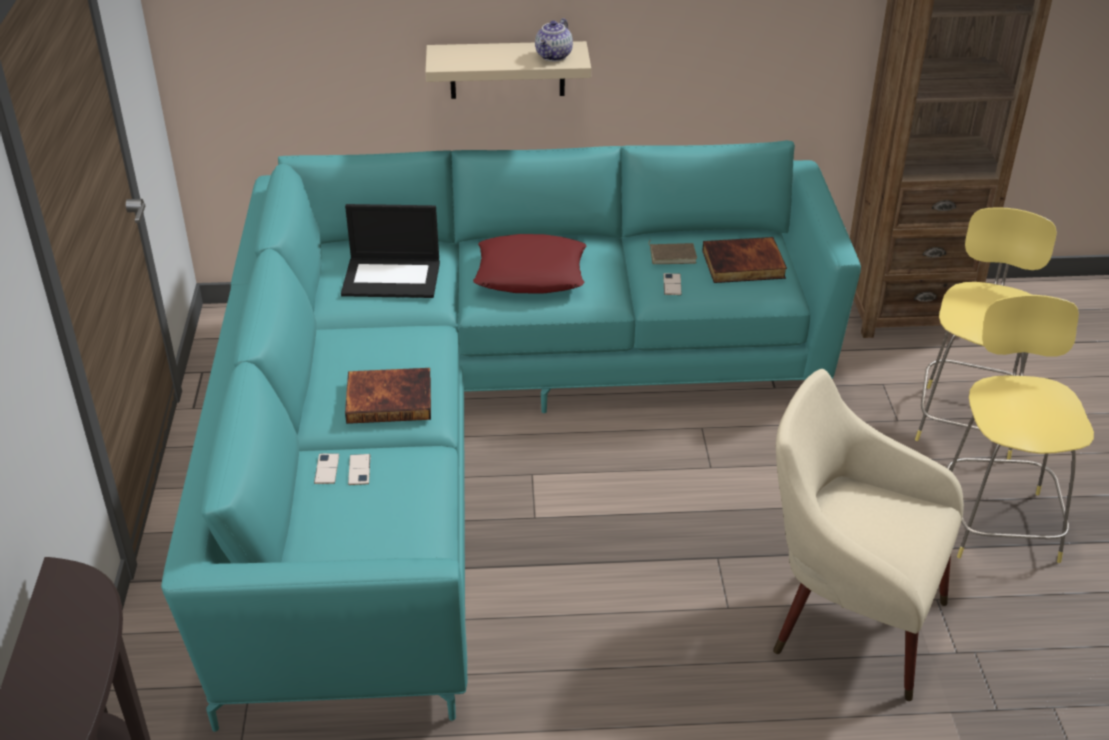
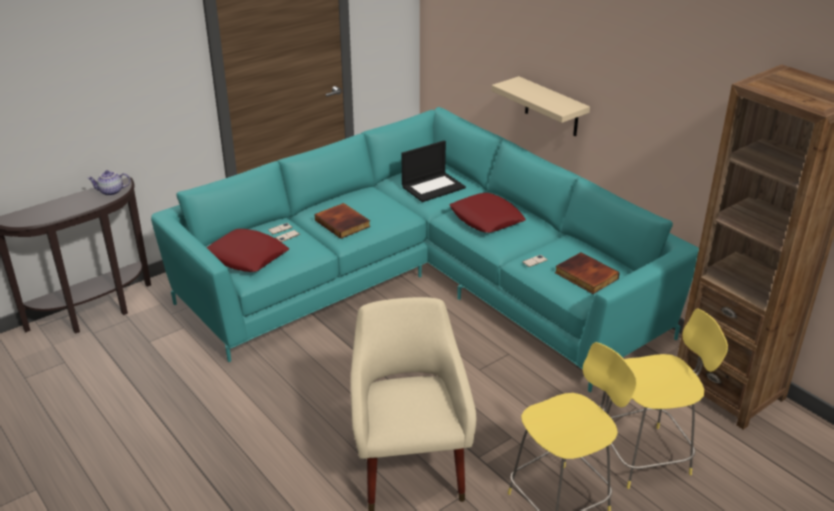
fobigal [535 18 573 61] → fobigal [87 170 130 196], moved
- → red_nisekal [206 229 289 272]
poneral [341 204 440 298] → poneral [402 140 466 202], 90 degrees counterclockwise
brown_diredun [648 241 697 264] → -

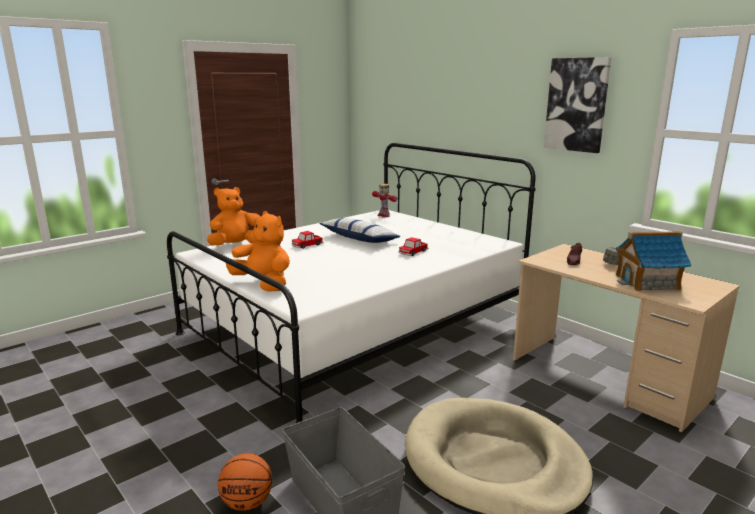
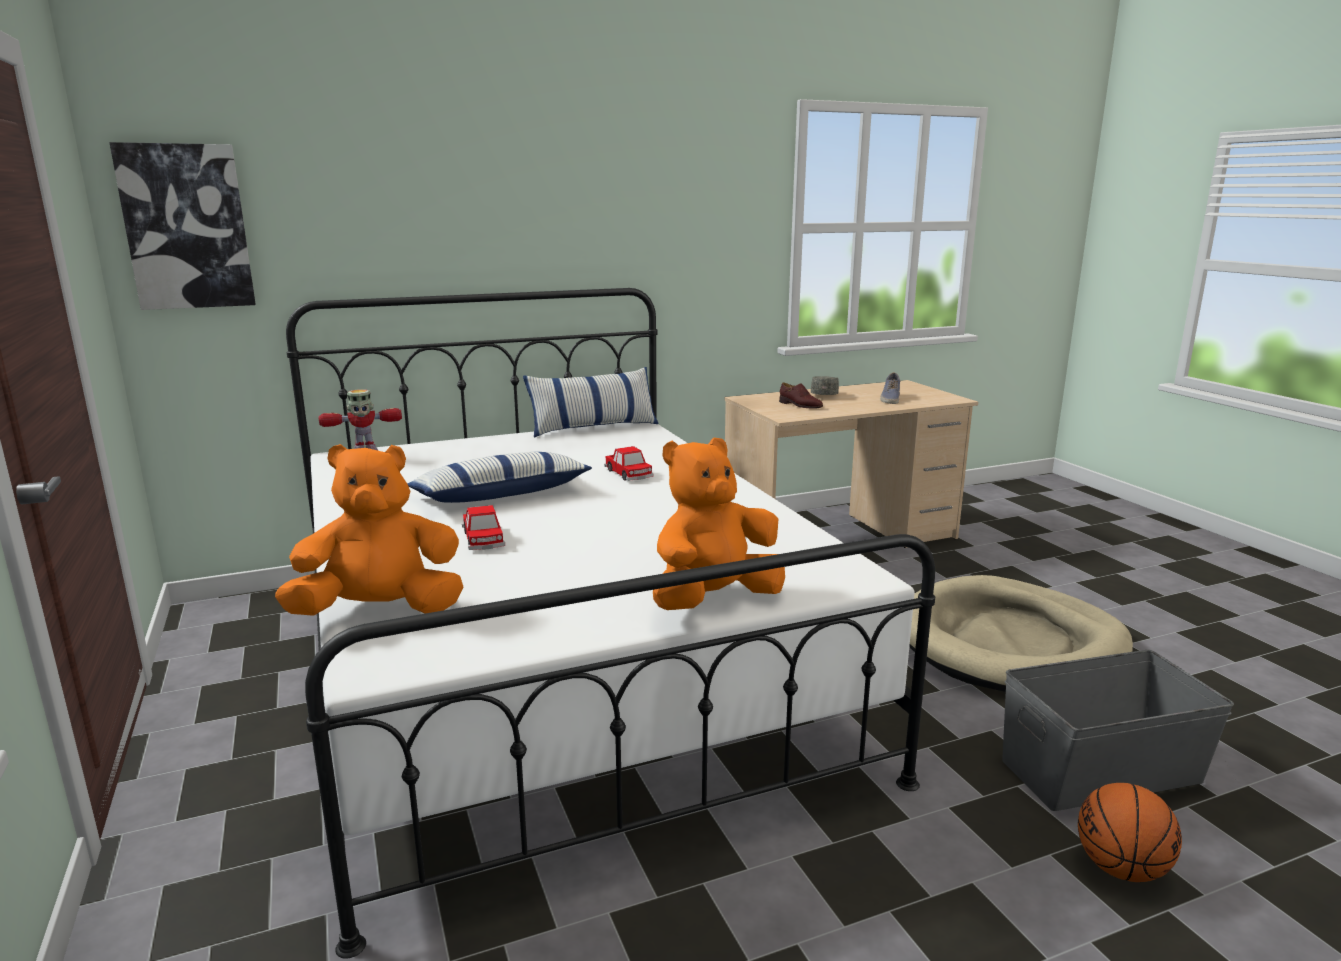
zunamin [544 57 611 153] → zunamin [109 142 256 310], moved
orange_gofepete [207 187 260 246] → orange_gofepete [275 444 463 616], 90 degrees clockwise
- → nisekal [523 367 658 437]
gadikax [616 231 692 291] → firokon [880 373 900 404]

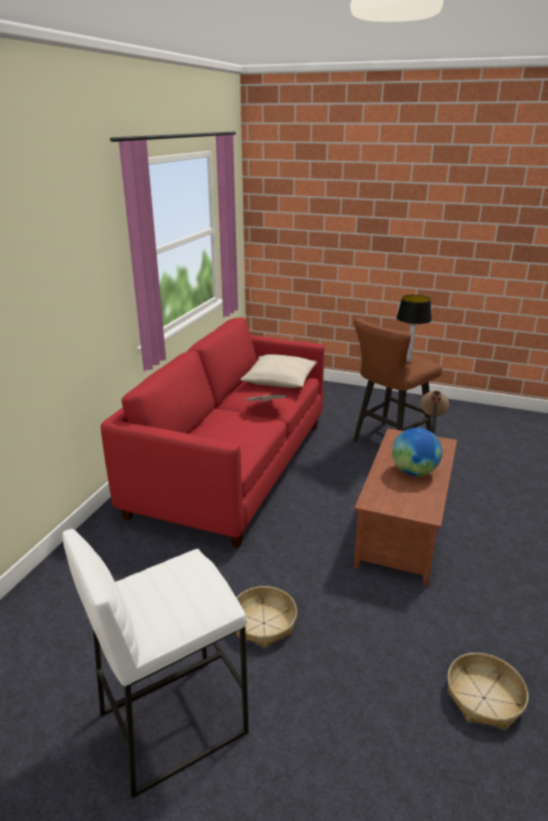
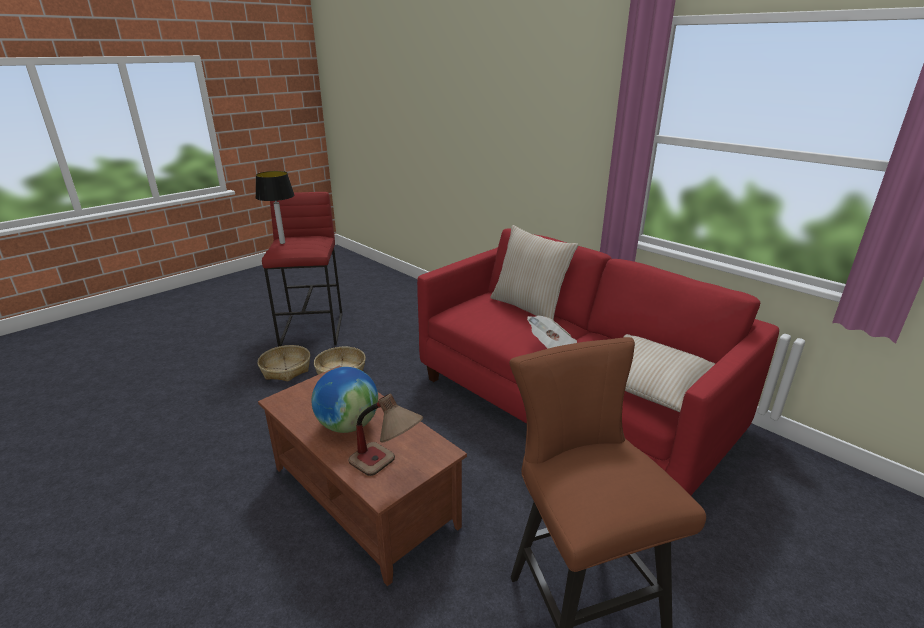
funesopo [396 295 432 362] → funesopo [256 171 294 244], moved
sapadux [448 653 529 729] → sapadux [258 345 310 381], moved
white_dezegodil [62 529 249 798] → red_dezegodil [262 192 342 347]
- → beige_nisekal [490 225 578 320]

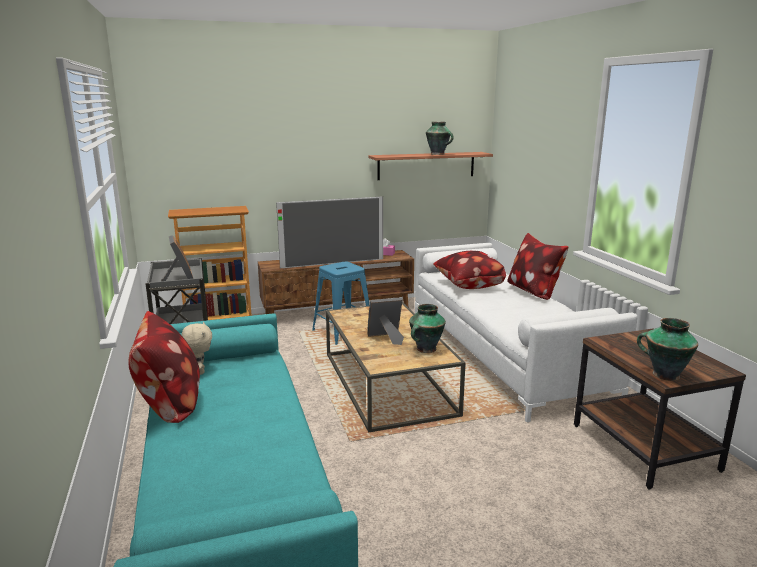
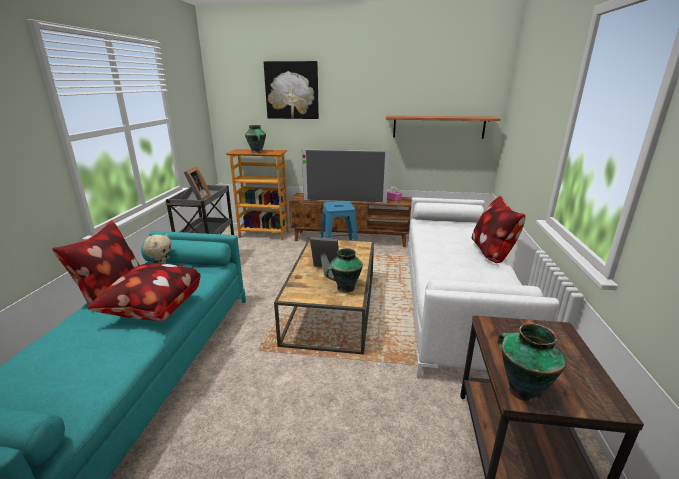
nisekal [433 251 506 289] → nisekal [87 263 201 321], moved
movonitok [426 122 454 155] → movonitok [245 125 266 153], moved
- → zunamin [264 61 319 119]

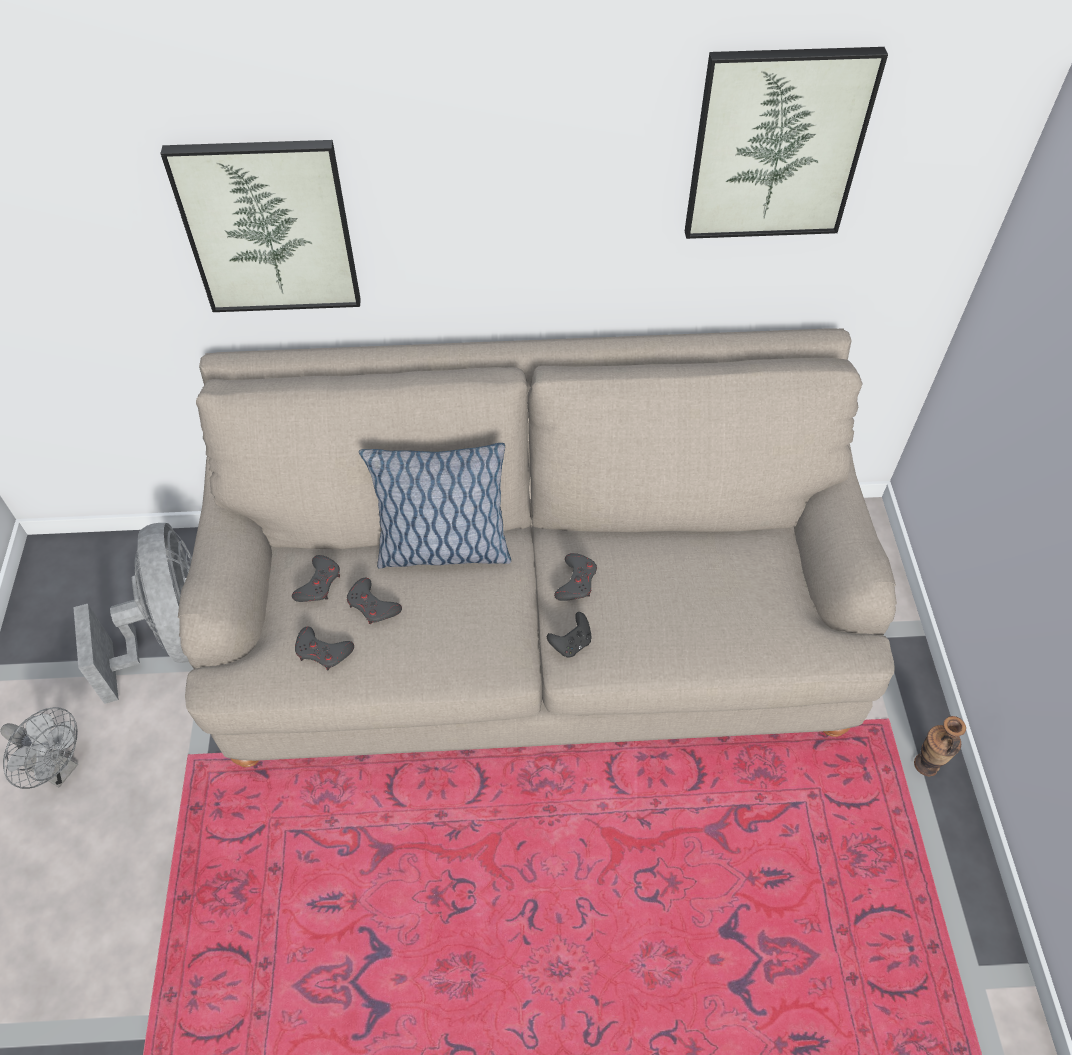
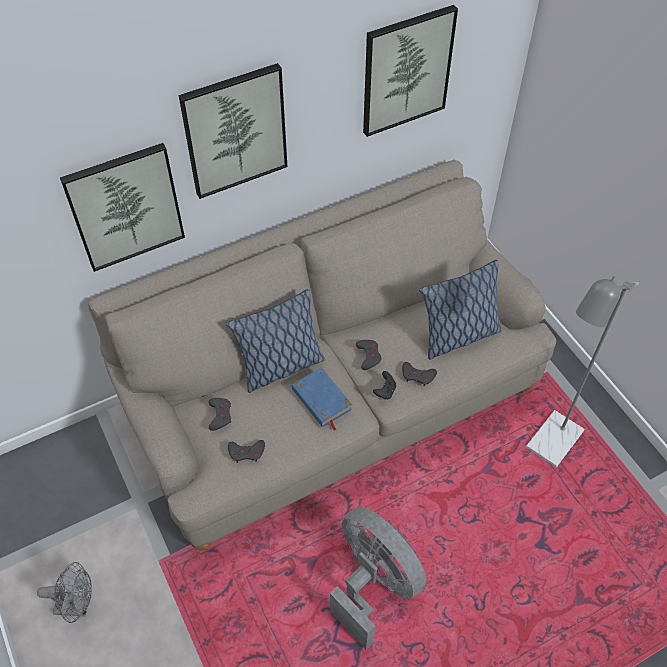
- → zunamin [179 63 287 199]
- → blue_diredun [292 368 352 430]
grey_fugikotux [73 523 192 704] → grey_fugikotux [330 507 426 649], moved
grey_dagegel [347 577 402 625] → grey_dagegel [402 362 437 386], moved
- → nisekal [419 260 502 360]
- → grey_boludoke [526 276 639 467]
movonitok [914 716 966 776] → -

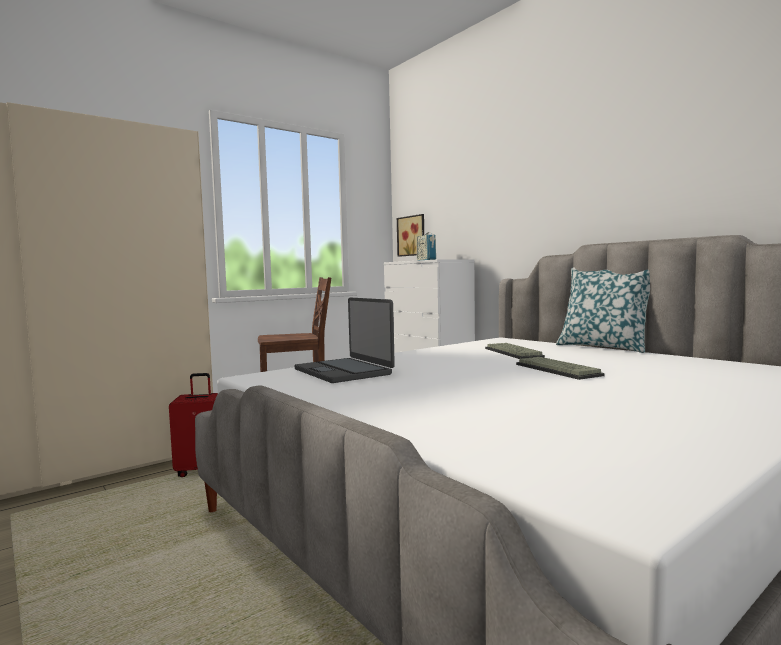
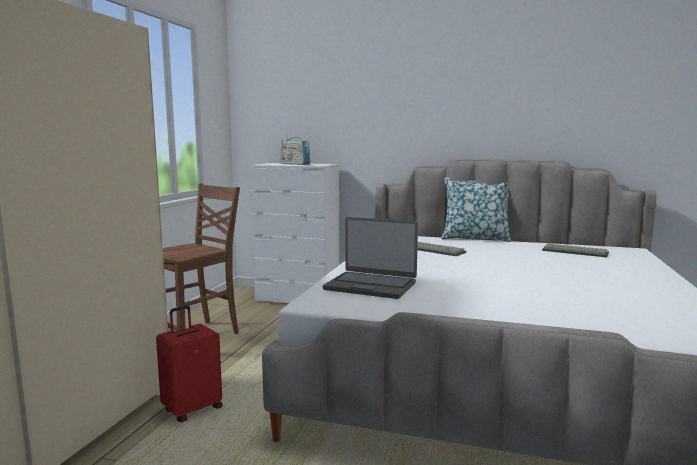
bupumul [516 357 605 380] → bupumul [542 243 609 257], moved
zunamin [397 214 424 257] → -

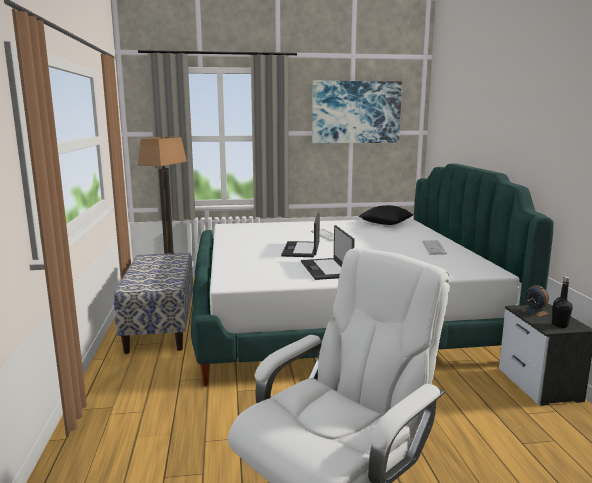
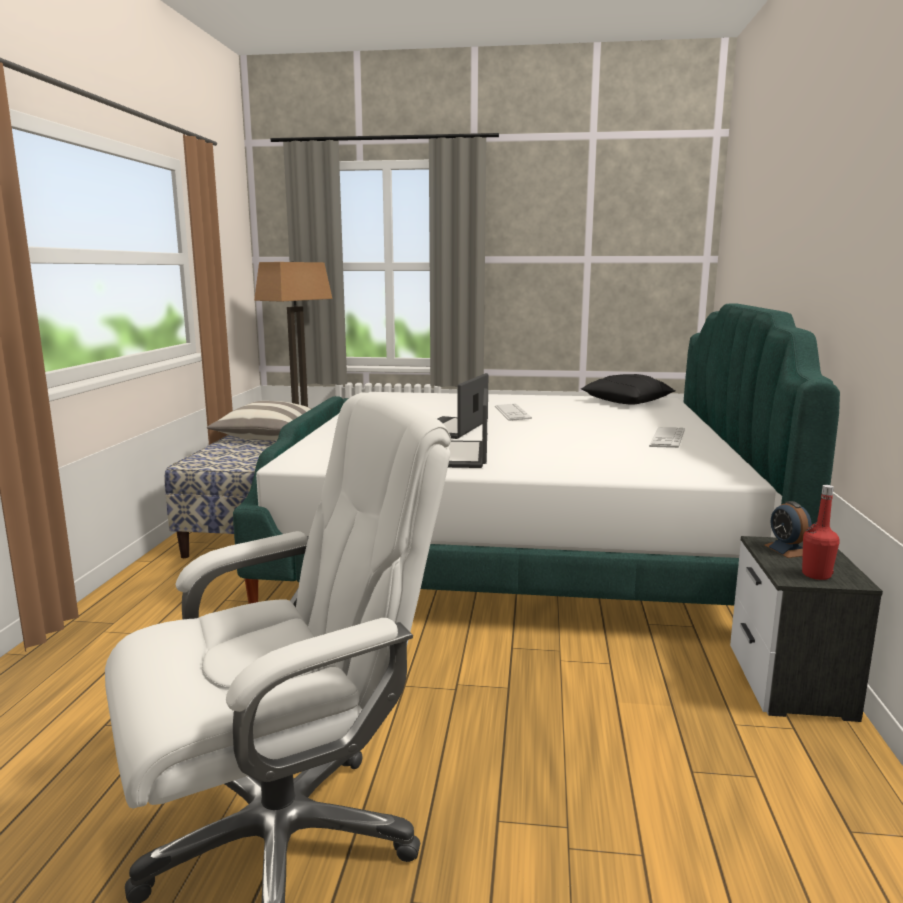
- → nisekal [207 401 312 441]
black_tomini [552 276 573 328] → red_tomini [802 485 840 580]
zunamin [312 81 402 143] → -

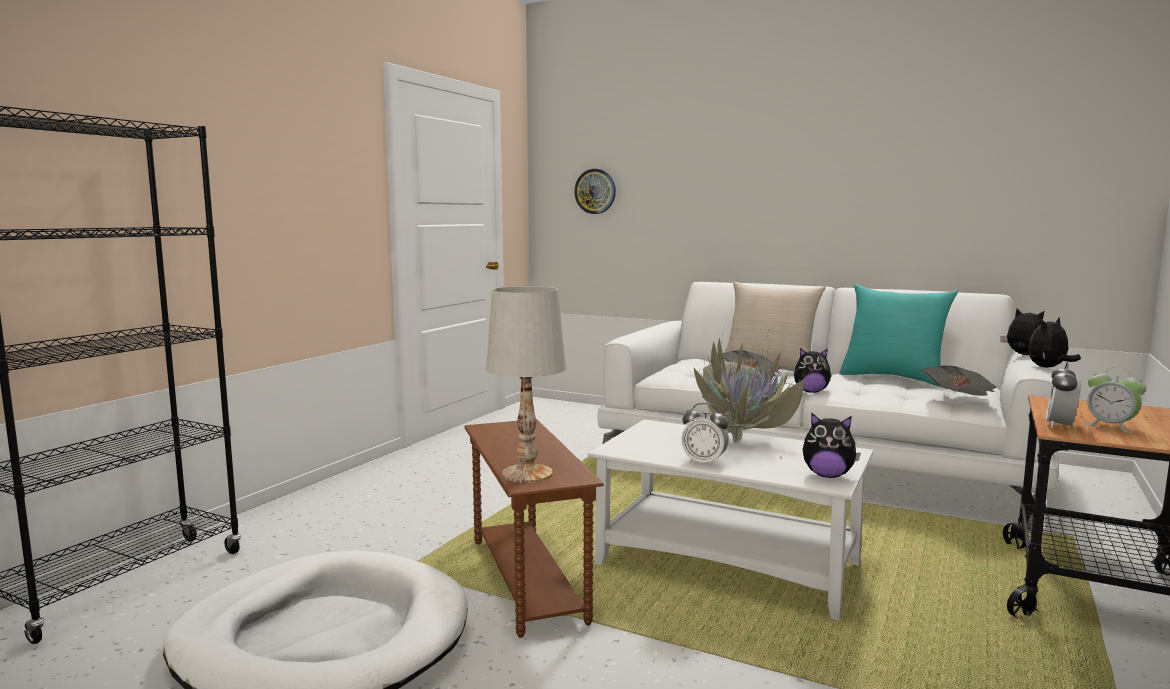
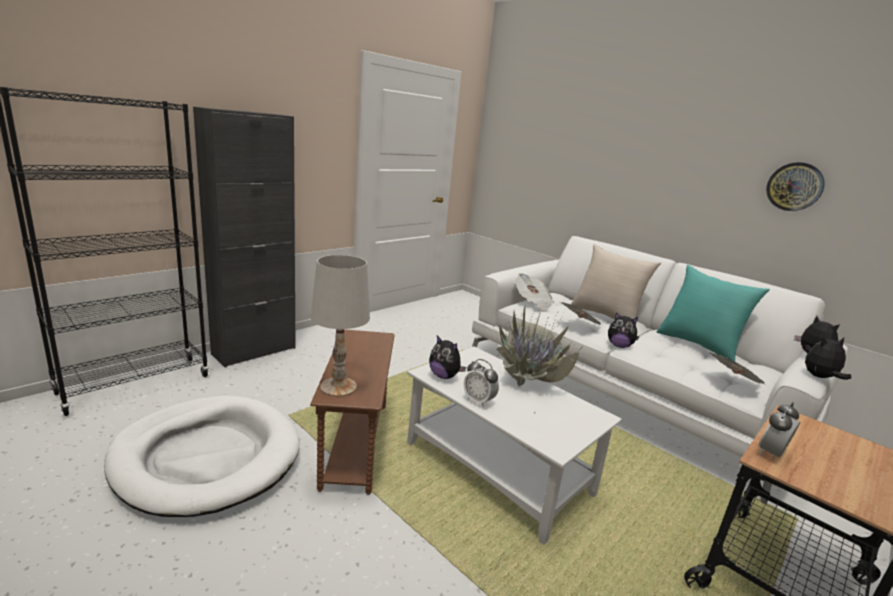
- → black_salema [193 107 296 367]
gofepete [803 413 861 478] → gofepete [429 335 466 379], moved
- → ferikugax [515 273 555 311]
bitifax [574 169 616 214] → bitifax [766 162 825 211], moved
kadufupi [1084 367 1147 433] → -

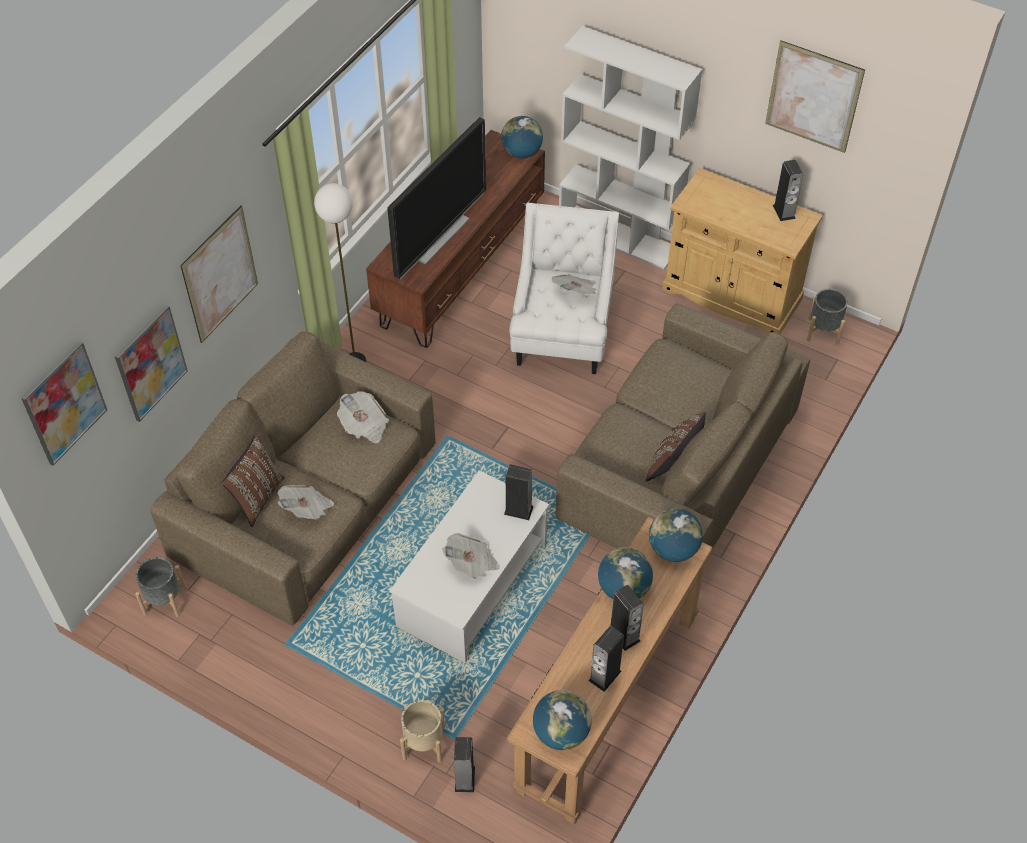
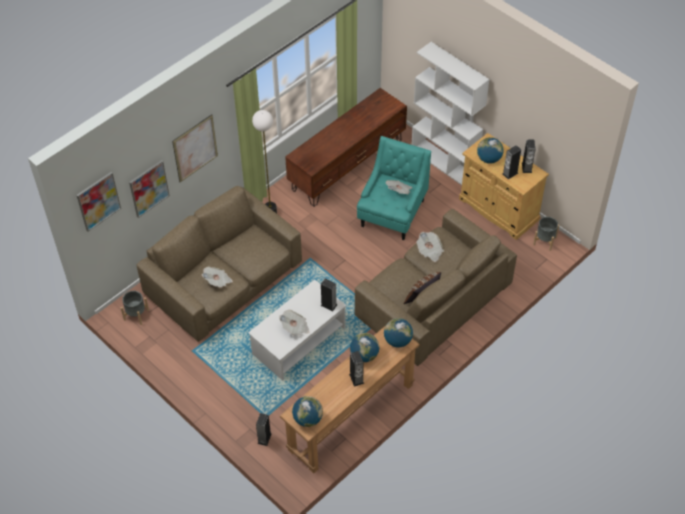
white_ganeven [509 203 619 374] → turquoise_ganeven [357 136 431 240]
ferikugax [337 391 389 443] → ferikugax [416 232 444 262], moved
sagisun [501 116 543 159] → sagisun [477 137 504 164], moved
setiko [588 626 624 692] → setiko [503 145 521 179], moved
brown_nisekal [222 434 285 527] → -
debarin [388 117 486 279] → -
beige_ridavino [400 700 445 763] → -
zunamin [765 40 865 153] → -

